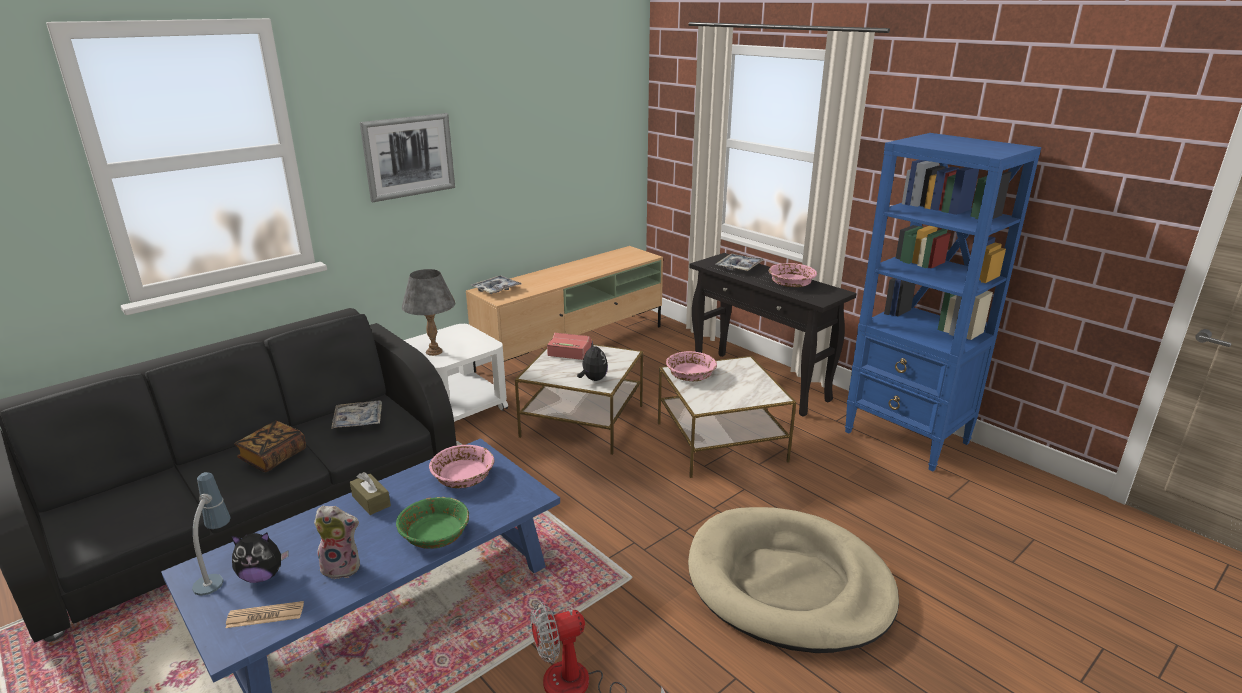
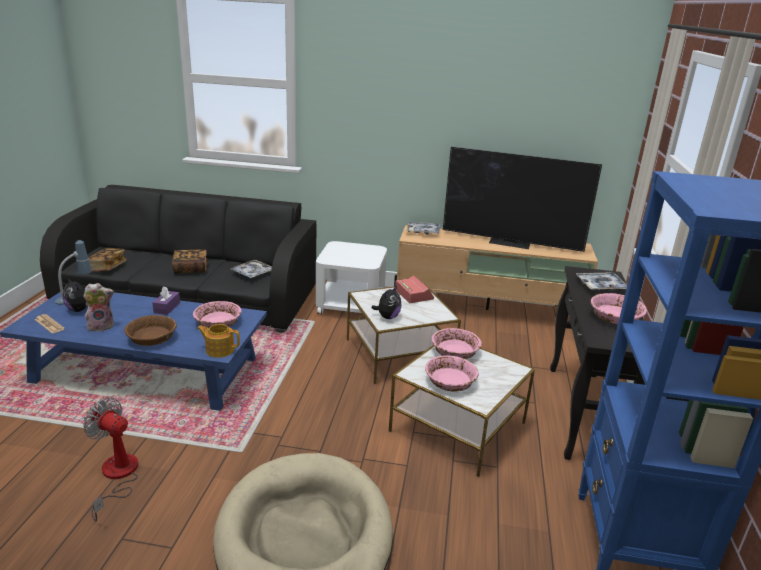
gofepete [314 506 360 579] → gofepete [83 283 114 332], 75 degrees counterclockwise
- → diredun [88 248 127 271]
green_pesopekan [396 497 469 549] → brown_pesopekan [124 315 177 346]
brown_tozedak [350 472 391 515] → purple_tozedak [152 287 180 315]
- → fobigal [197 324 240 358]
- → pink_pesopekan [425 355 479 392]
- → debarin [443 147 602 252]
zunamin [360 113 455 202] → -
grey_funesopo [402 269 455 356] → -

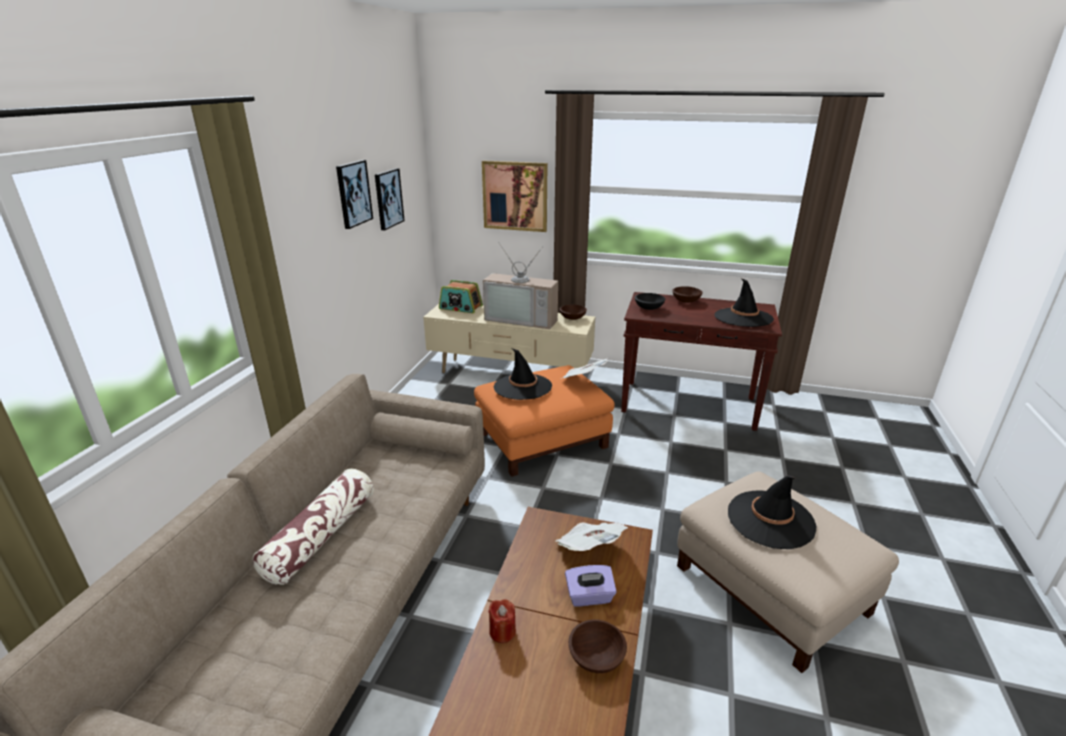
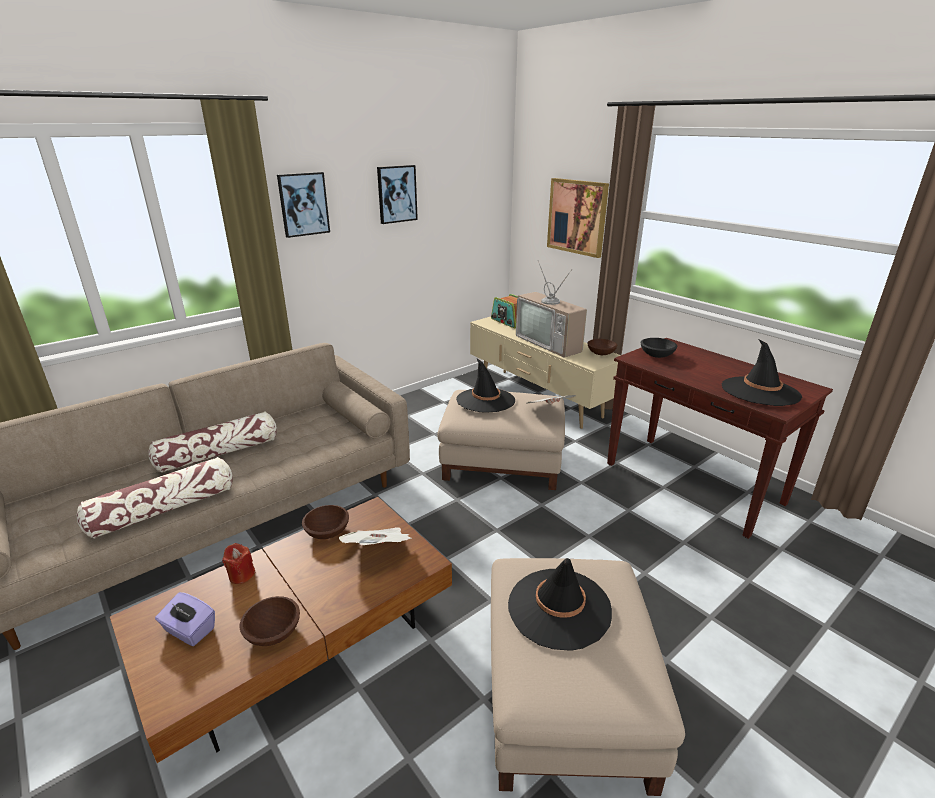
- → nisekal [77 457 233 539]
purple_tozedak [565 565 617 607] → purple_tozedak [155 592 215 646], moved
zunamin [375 168 405 230] → zunamin [277 172 330 238], moved
brown_pesopekan [672 286 703 303] → brown_pesopekan [302 505 349 539], moved
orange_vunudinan [474 365 615 477] → beige_vunudinan [437 390 565 490]

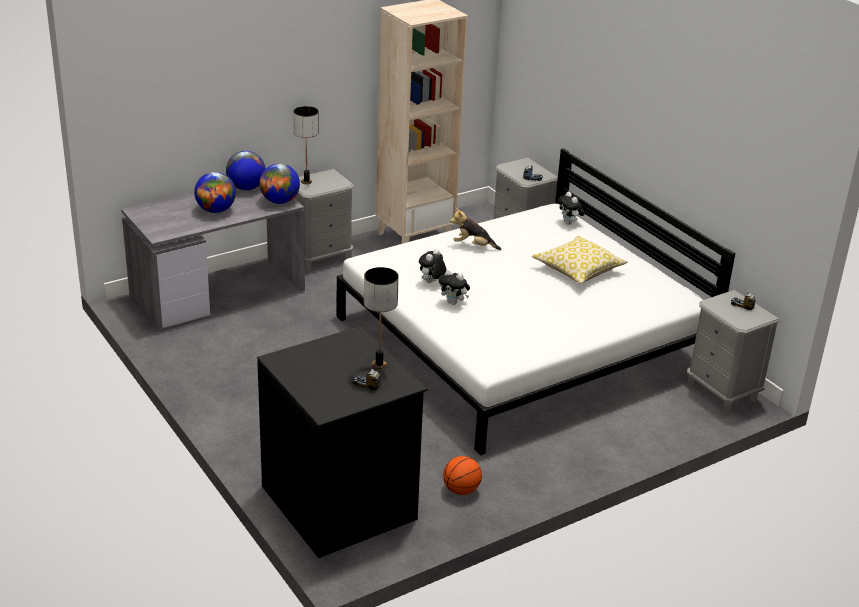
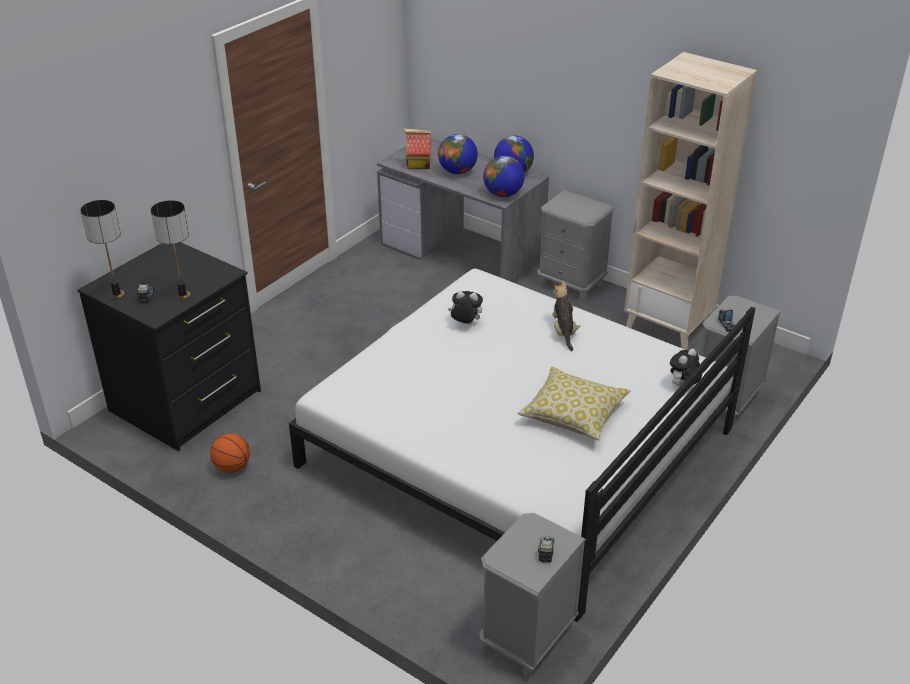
funesopo [293 106 319 184] → funesopo [81 200 124 299], moved
- → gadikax [404 129 432 169]
gofepete [439 270 470 305] → -

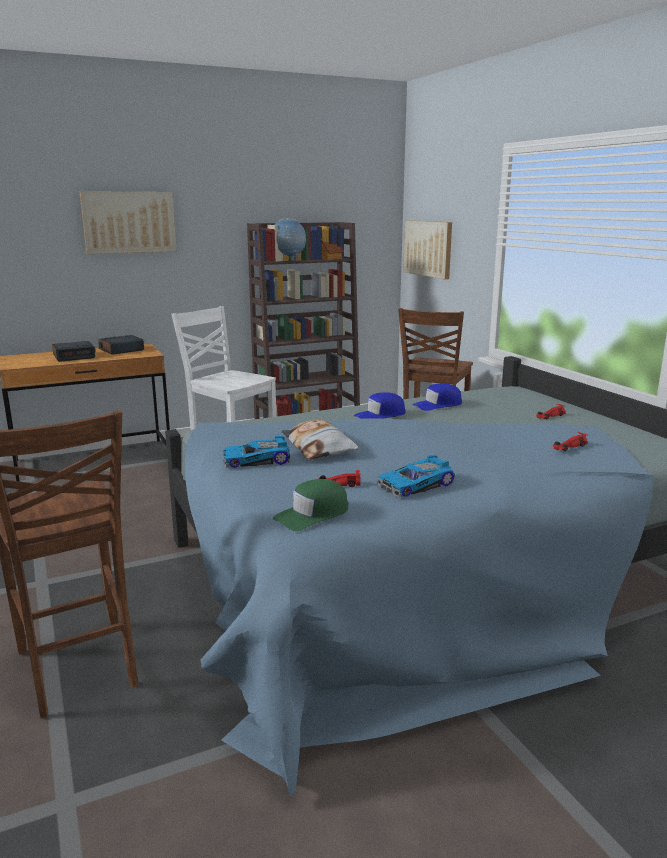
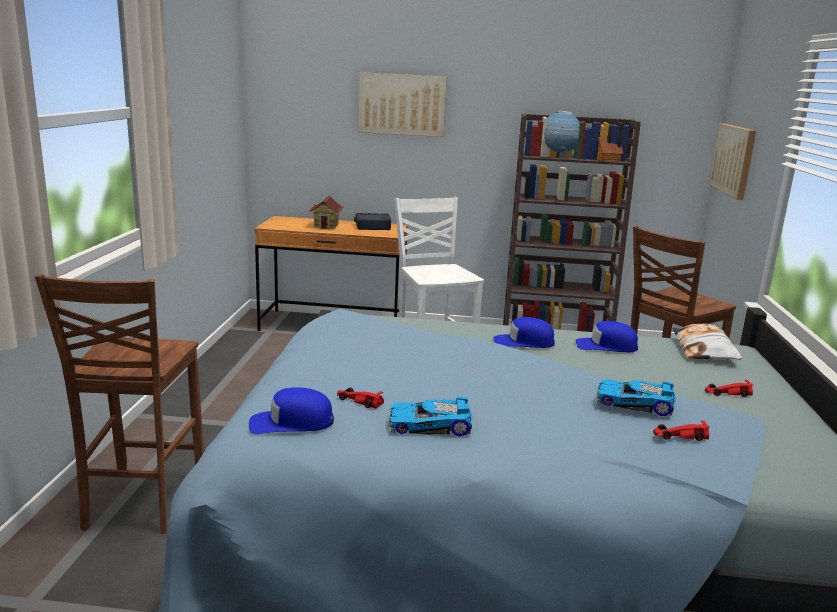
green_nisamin [273 479 348 531] → blue_nisamin [249 387 334 434]
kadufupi [52 341 96 362] → gadikax [309 196 344 229]
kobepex [223 436 290 468] → kobepex [596 380 676 416], moved
nisekal [281 419 358 459] → nisekal [672 324 742 360], moved

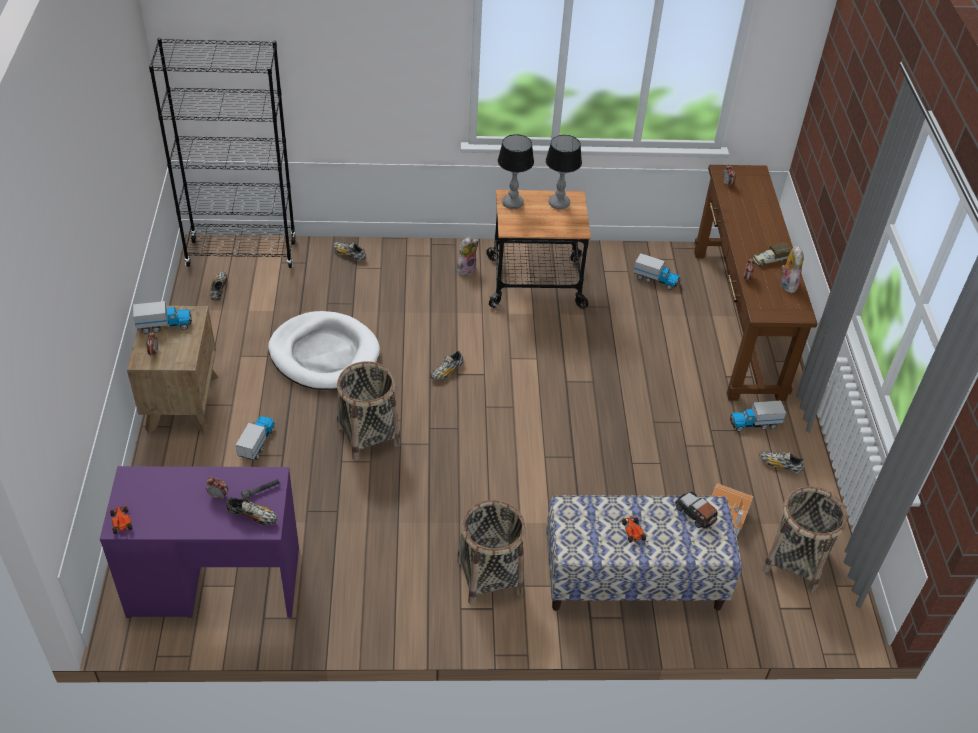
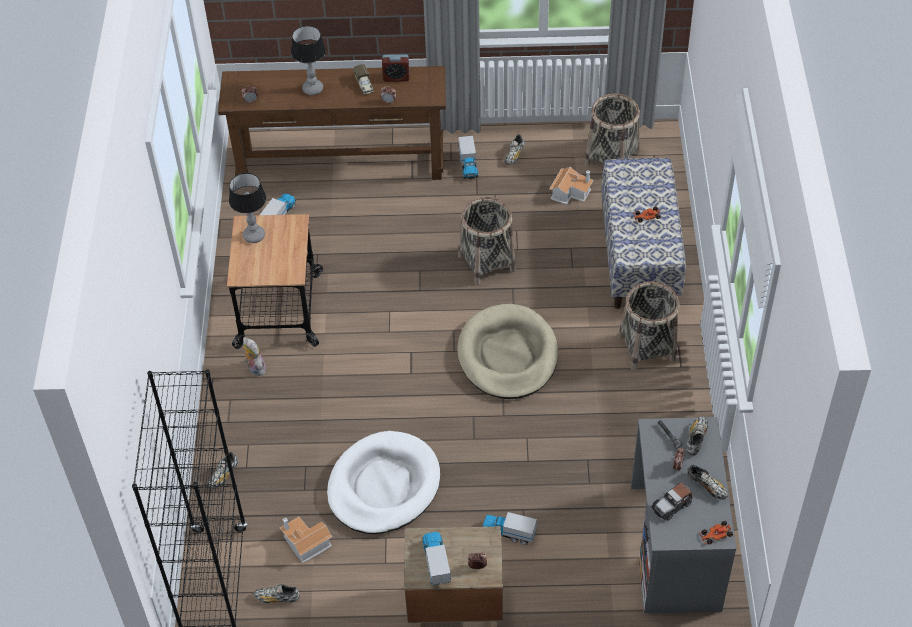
- → gadikax [280 517 332 563]
funesopo [498 134 534 209] → funesopo [291 26 326 95], moved
gofepete [781 246 804 293] → kadufupi [382 54 409 82]
- → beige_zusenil [457 304 558 399]
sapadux [337 361 400 460] → sapadux [458 197 516 285], moved
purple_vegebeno [100 466 299 618] → grey_vegebeno [631 417 736 614]
kobepex [675 492 717 528] → kobepex [651 482 692 520], moved
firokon [430 351 463 380] → firokon [687 464 728 500], moved

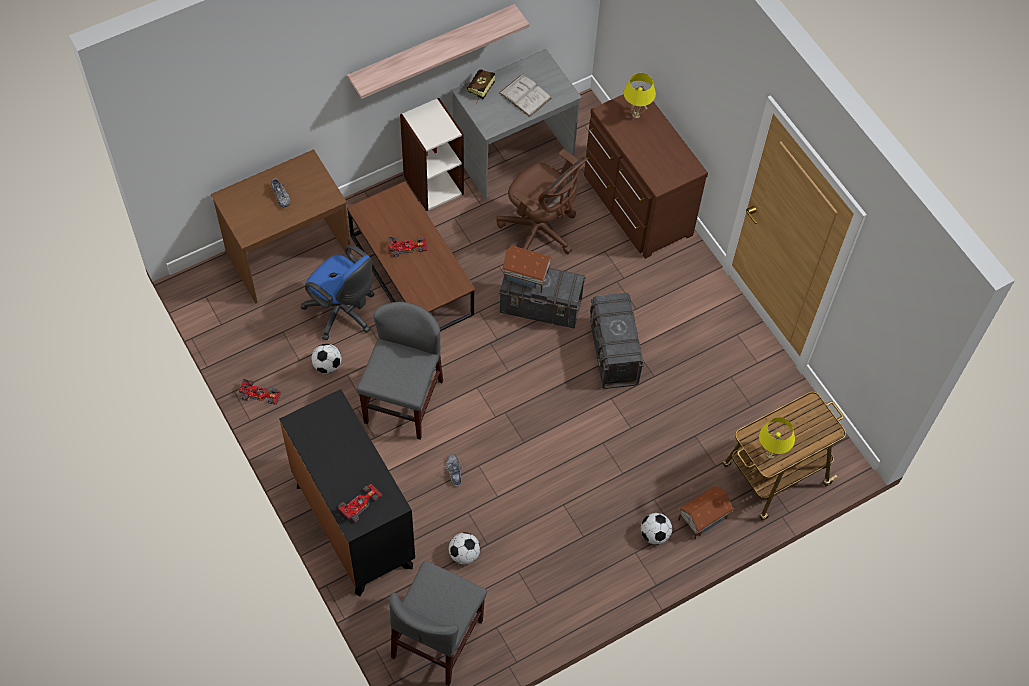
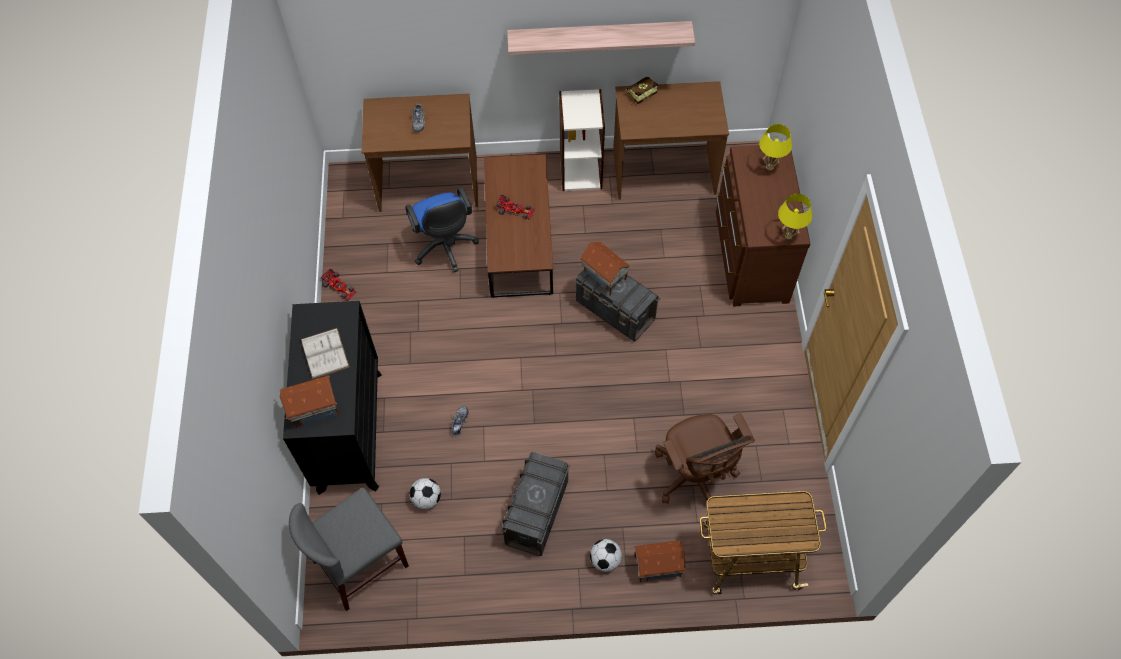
kobepex [338 484 382 523] → gadikax [279 376 339 428]
white_diredun [499 75 552 117] → white_diredun [301 328 349 379], moved
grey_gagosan [590 293 644 389] → grey_gagosan [501 452 570 556], moved
grey_vegebeno [451 49 582 199] → brown_vegebeno [613 81 729 200]
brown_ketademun [496 149 588 254] → brown_ketademun [655 414 755 515], moved
yellow_funesopo [759 417 795 459] → yellow_funesopo [778 194 812 239], moved
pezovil [311 344 342 374] → -
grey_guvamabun [356 302 443 440] → -

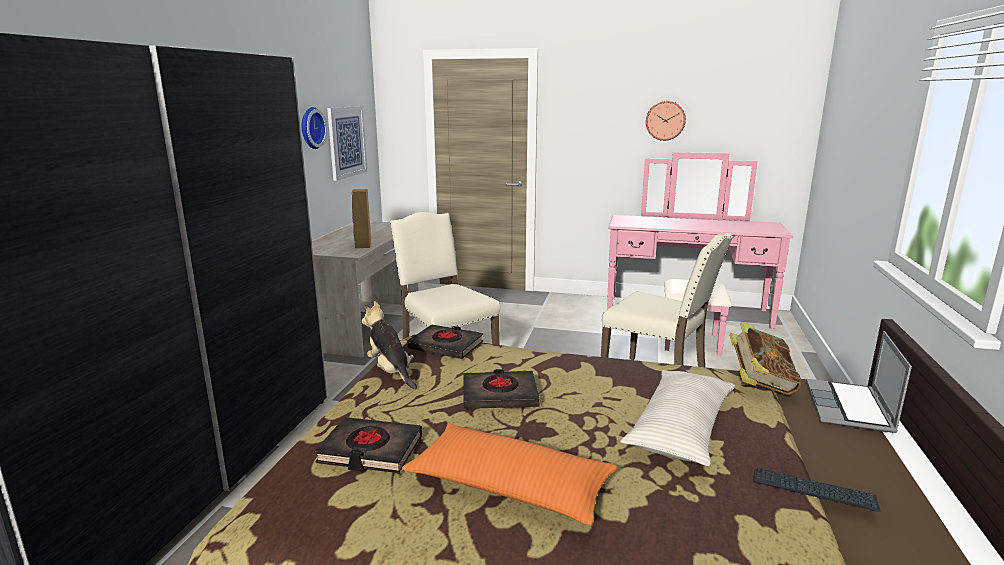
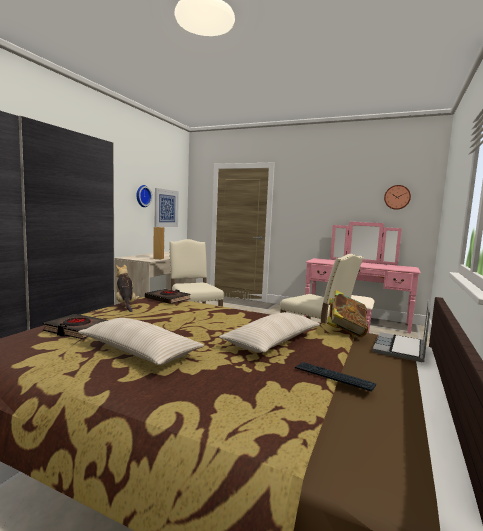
orange_nisekal [402 424 618 525] → beige_nisekal [78 318 204 365]
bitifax [646 101 686 141] → bitifax [384 185 411 210], moved
black_diredun [463 369 540 409] → -

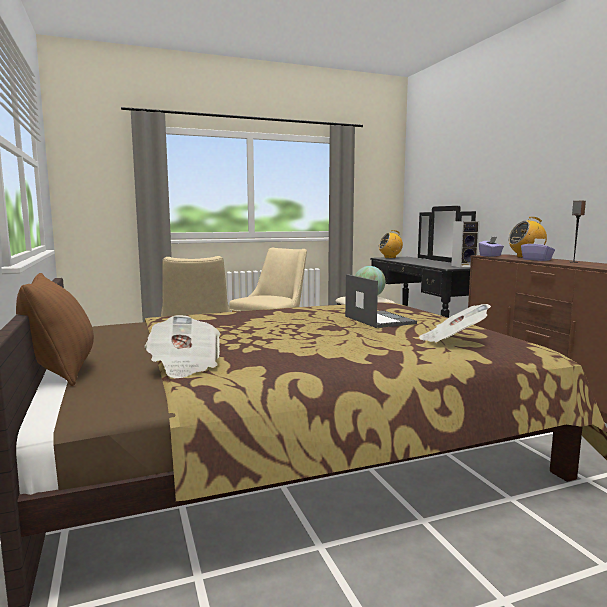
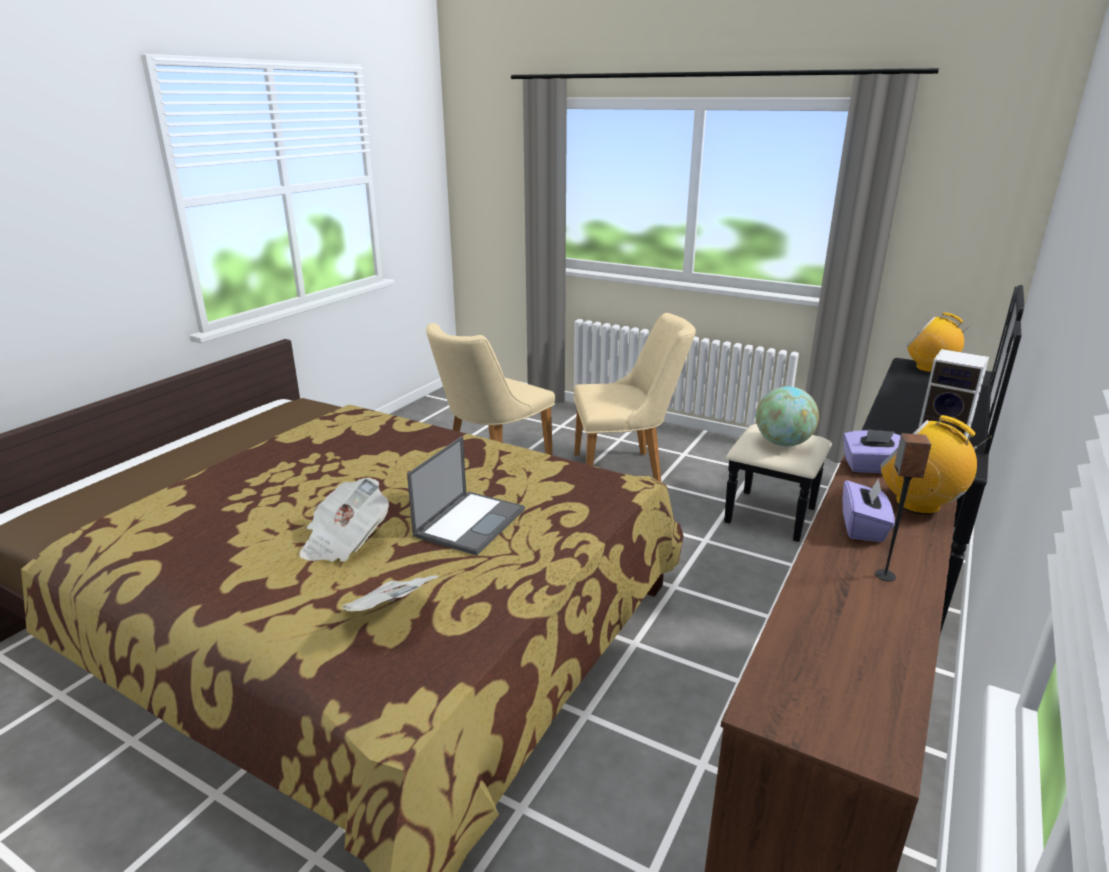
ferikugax [145 315 220 378] → ferikugax [299 478 389 562], moved
brown_nisekal [16 273 94 386] → -

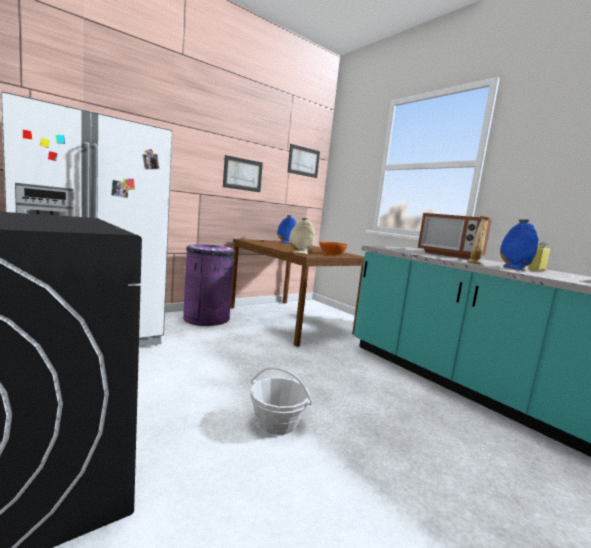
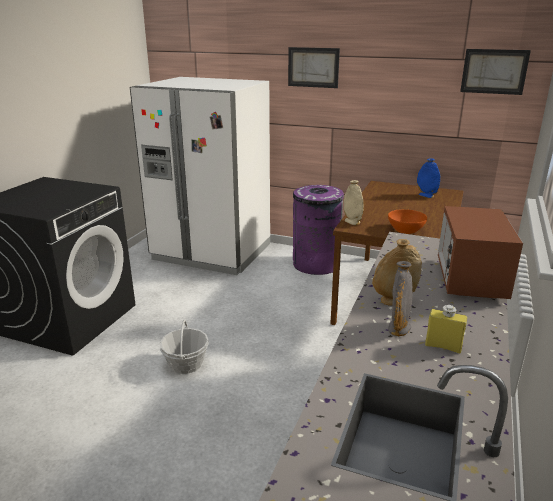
zunamin [223 155 263 192] → zunamin [288 47 340 88], moved
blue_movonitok [500 219 539 270] → grey_movonitok [388 261 413 336]

